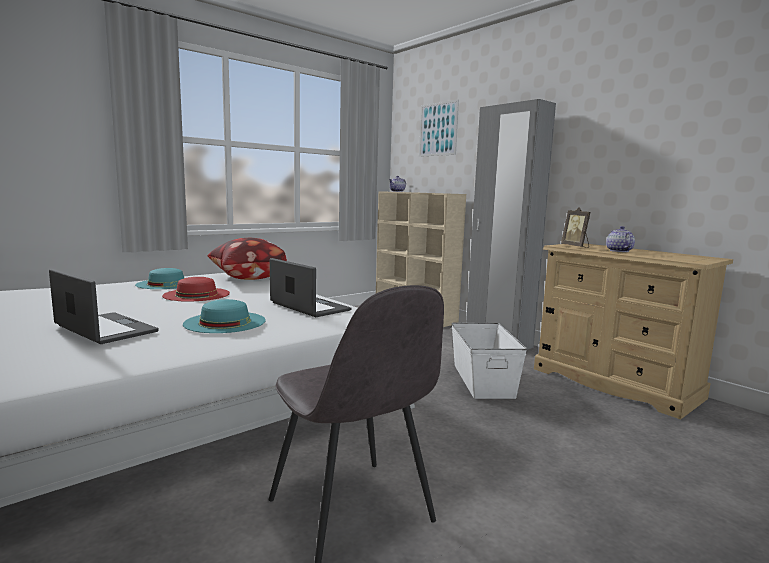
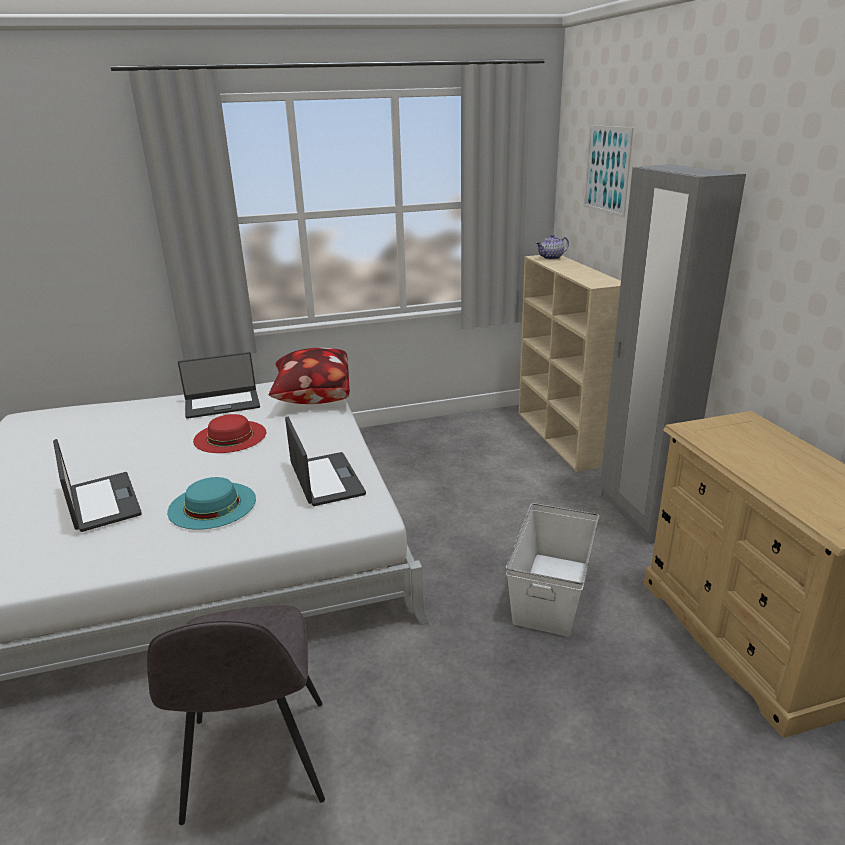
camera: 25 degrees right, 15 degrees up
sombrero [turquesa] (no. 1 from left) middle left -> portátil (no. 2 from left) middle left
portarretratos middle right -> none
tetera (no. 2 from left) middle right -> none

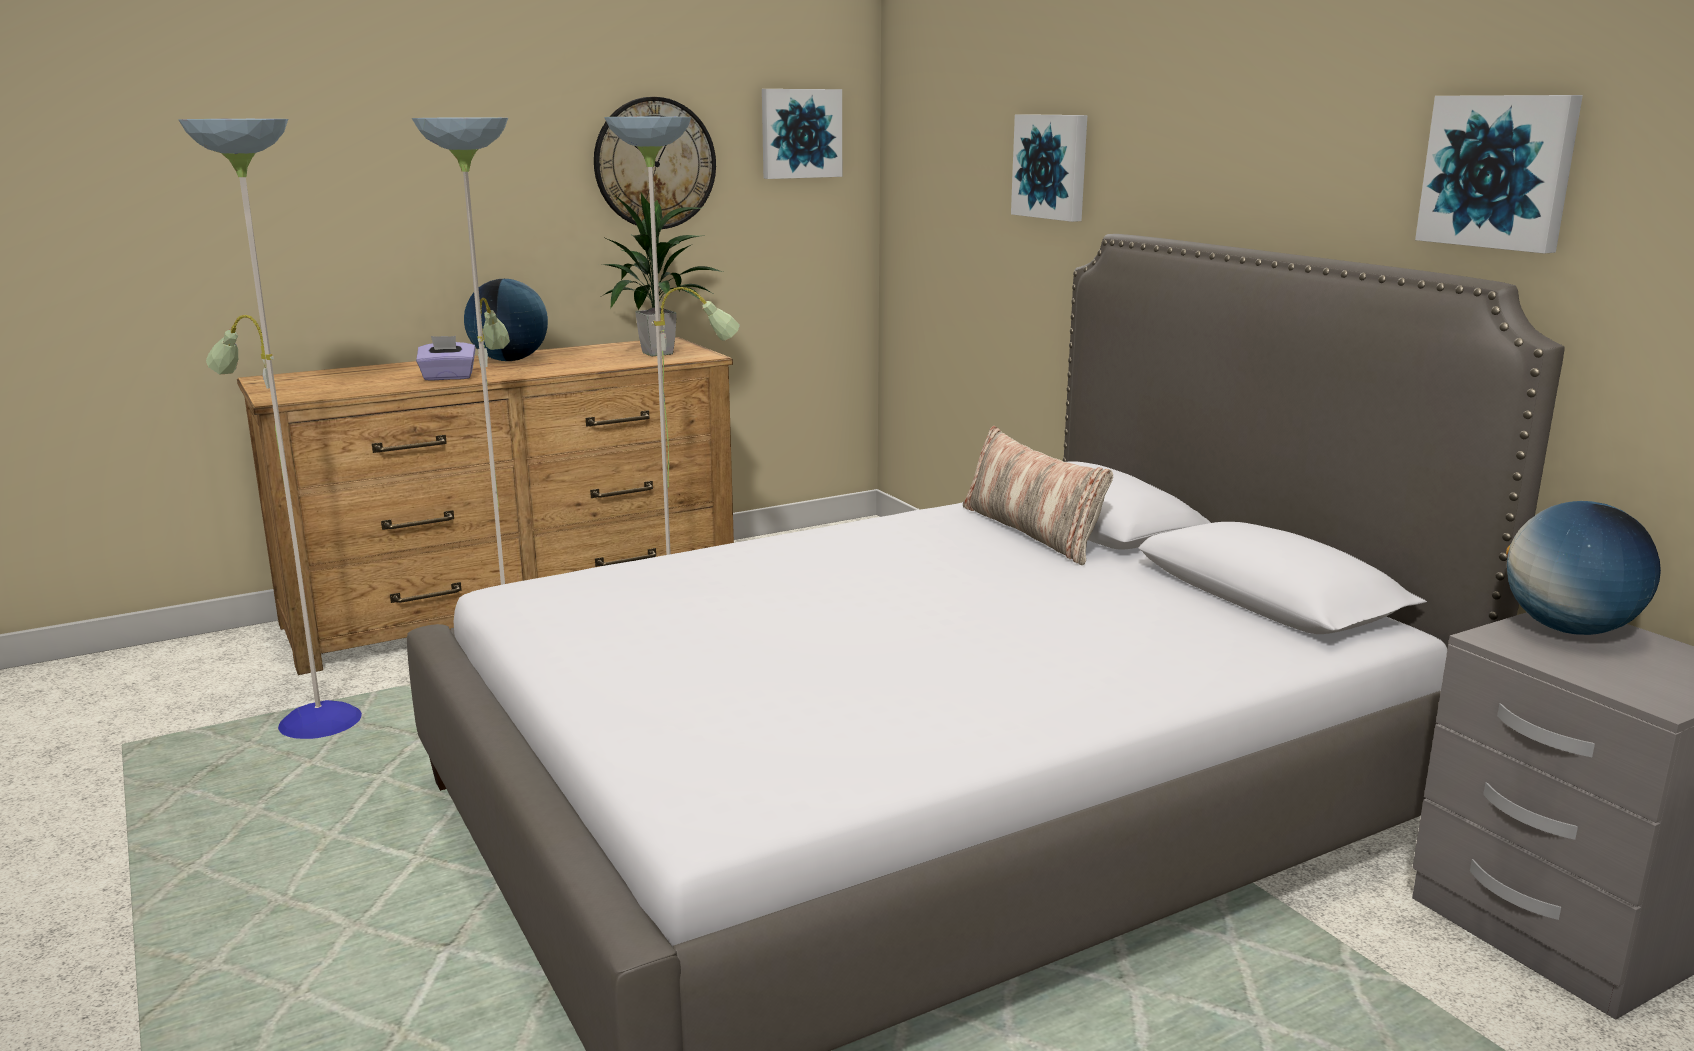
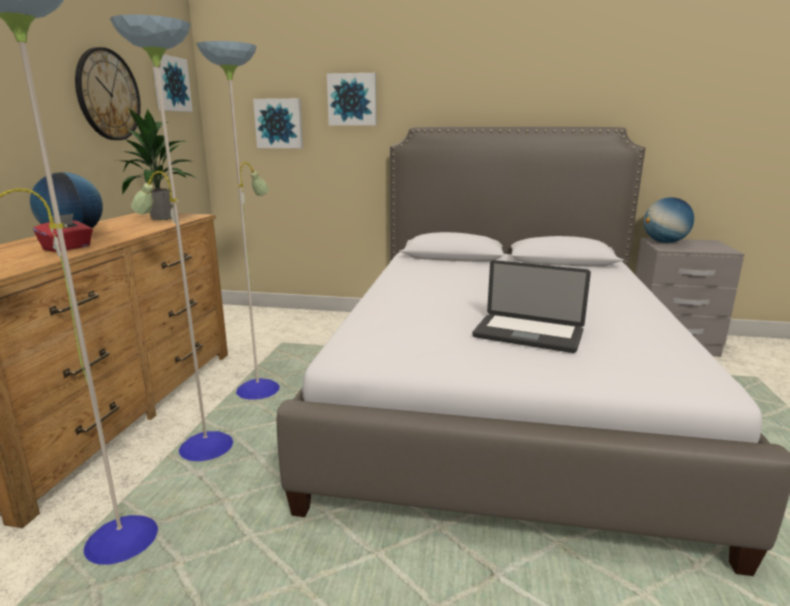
camera: 50 degrees left, 0 degrees up
caja de pañuelos [morado] middle left -> caja de pañuelos [rojo] middle left
cojín centre -> none
cuadro (no. 3 from left in the first image) top right -> cuadro (no. 2 from left) top centre, shifted
none -> portátil middle right

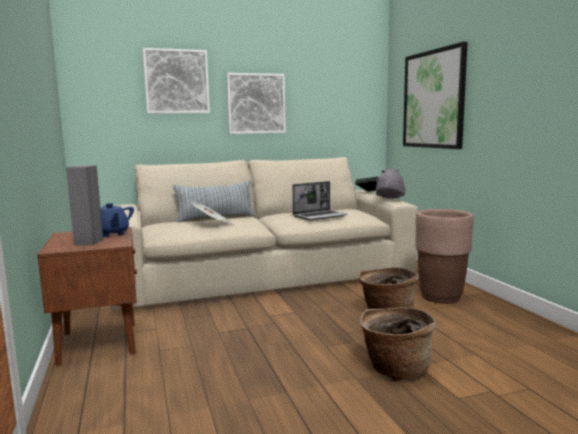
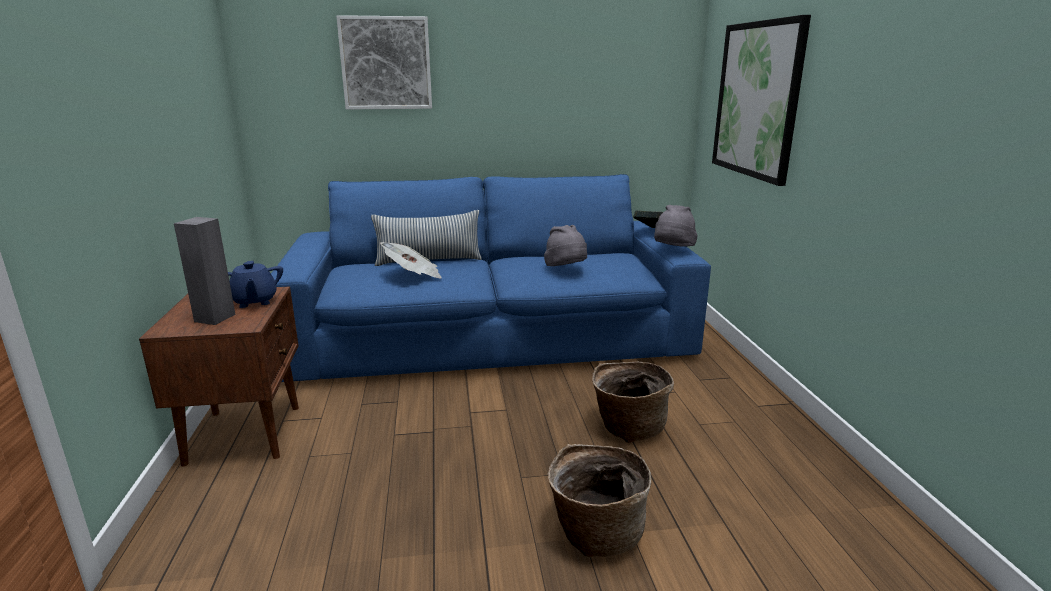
camera: 10 degrees right, 10 degrees up
sofá [beis] centre -> sofá [azul] centre
cuadro (no. 2 from left) top centre -> none
portátil centre -> sombrero [gris] (no. 1 from left) centre
maceta [marrón] middle right -> none

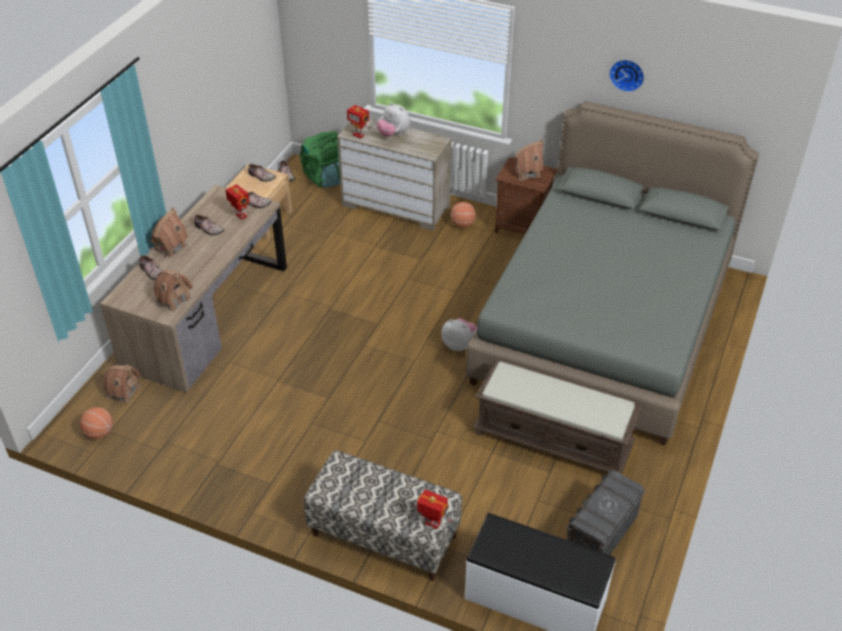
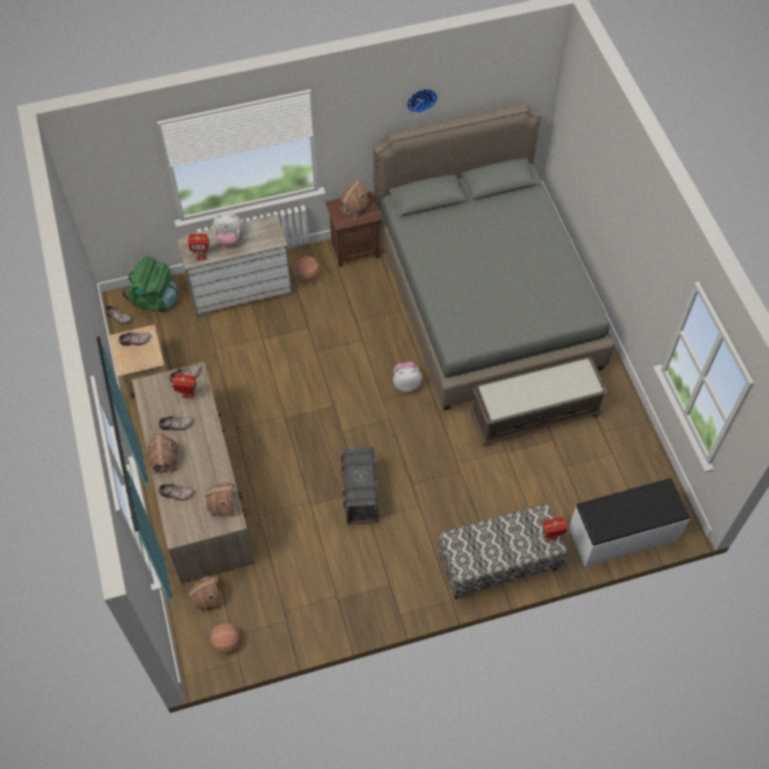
camera: 40 degrees left, 15 degrees up
caja de almacenaje [gris] bottom right -> caja de almacenaje [gris] centre, shifted

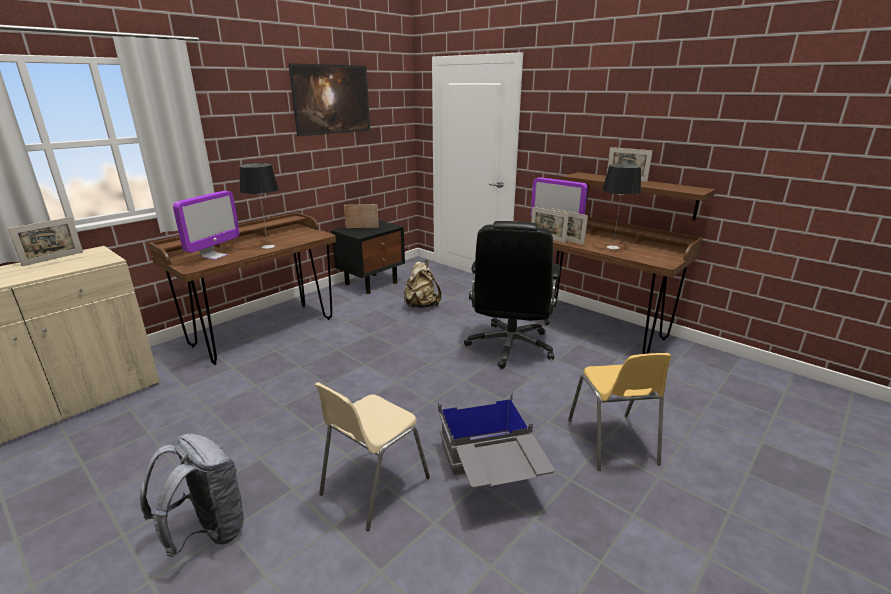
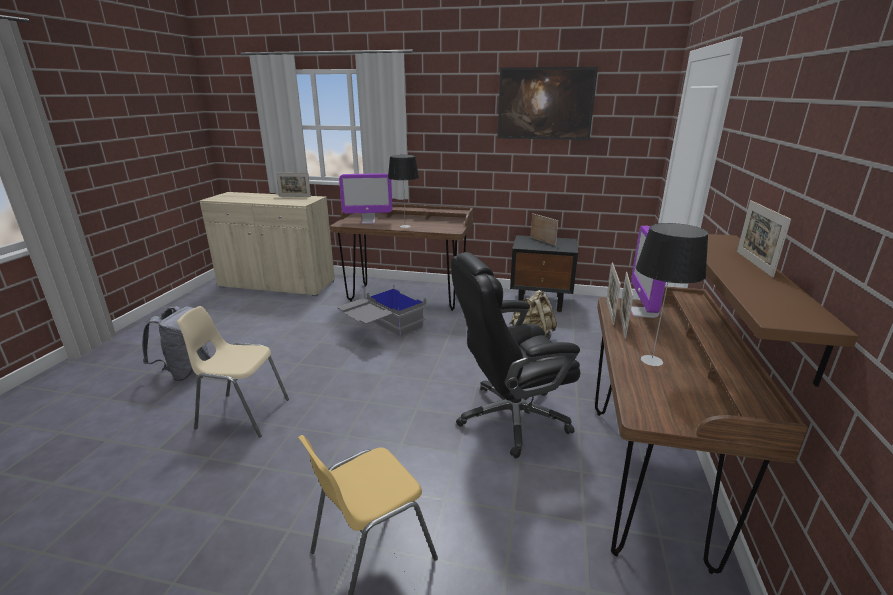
camera: 60 degrees right, 0 degrees up
caja de almacenaje [gris] bottom centre -> caja de almacenaje [gris] centre, shifted

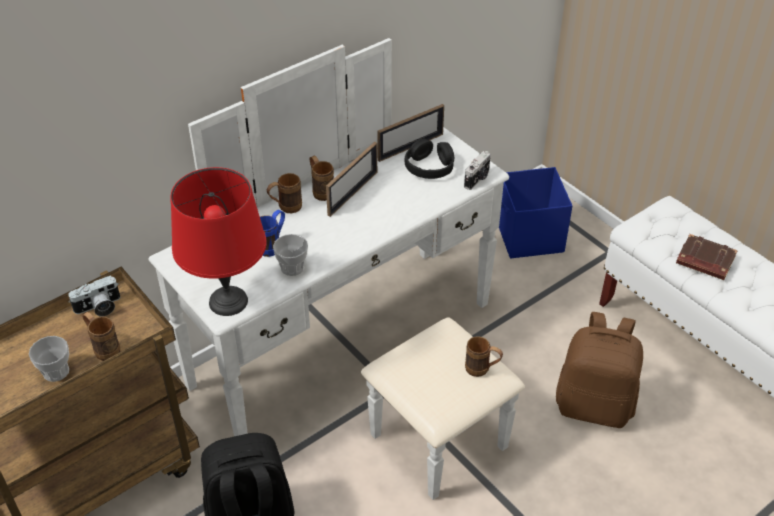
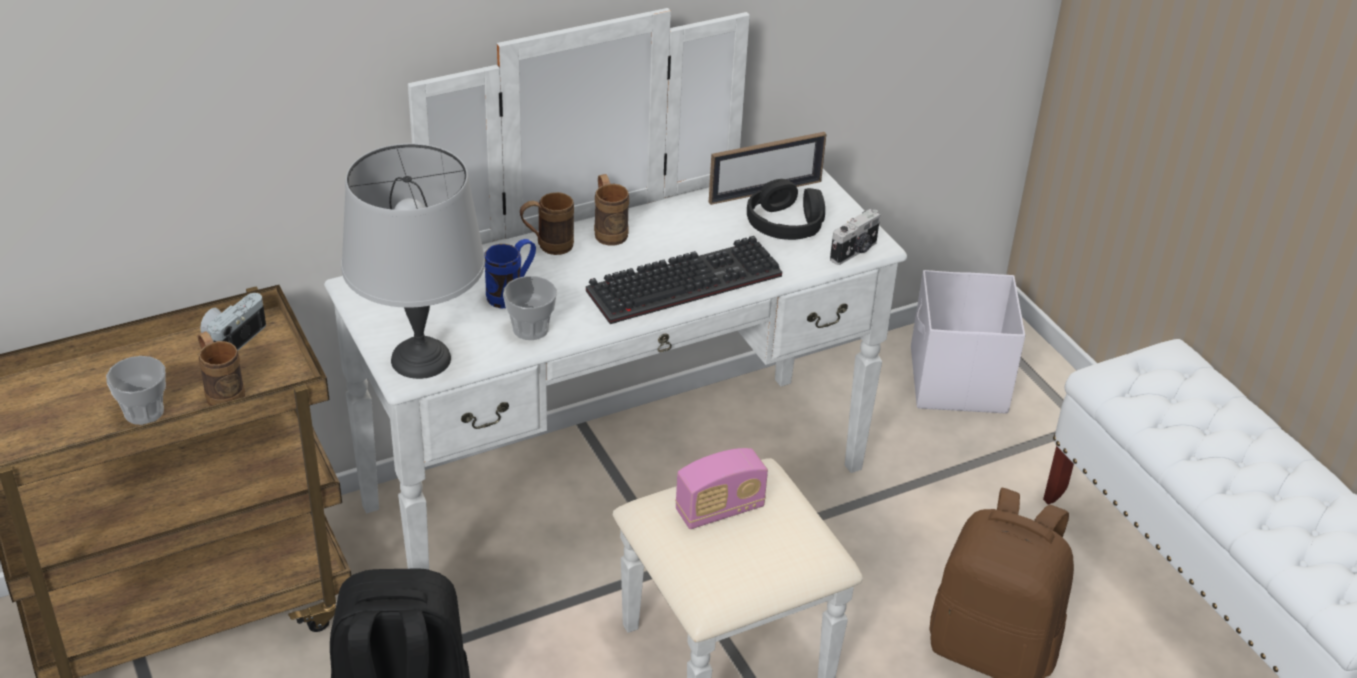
camera: 10 degrees right, 5 degrees down
cámara (no. 1 from left) middle left, 135 degrees clockwise
lámpara de mesa [rojo] middle left -> lámpara de mesa [gris] middle left
portarretratos (no. 1 from left) centre -> none
taza grande [marrón] (no. 4 from left) bottom centre -> none
caja de almacenaje [azul] middle right -> caja de almacenaje [blanco] middle right
libro [marrón] middle right -> none
none -> teclado centre
none -> radio bottom centre

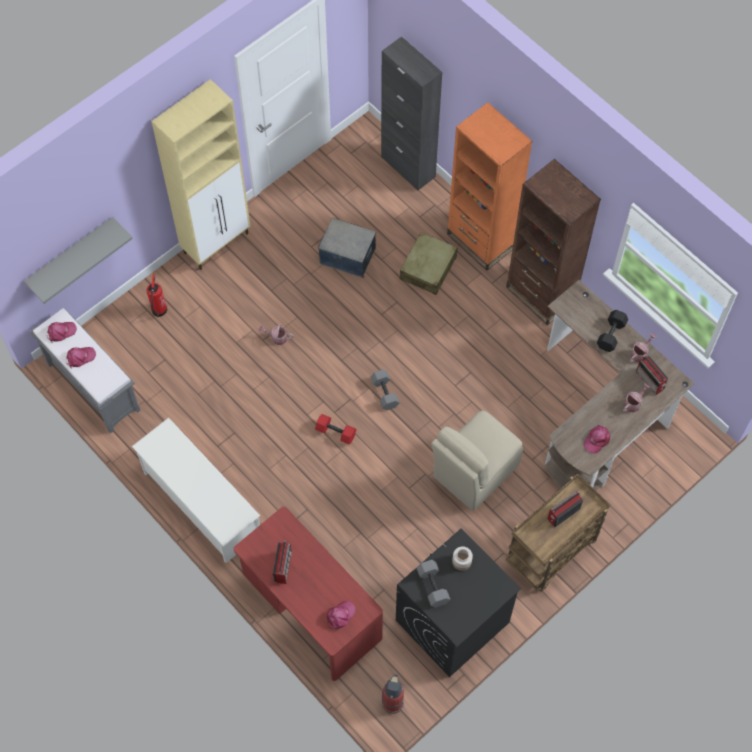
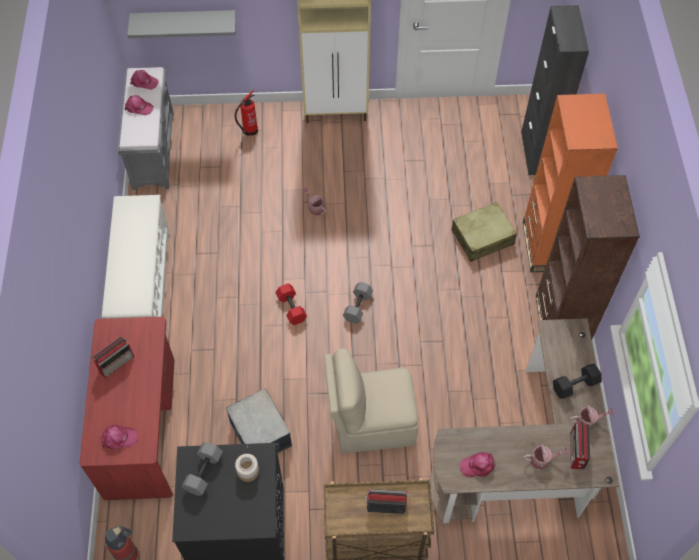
camera: 40 degrees right, 5 degrees down
caja de almacenaje top centre -> caja de almacenaje bottom centre, shifted

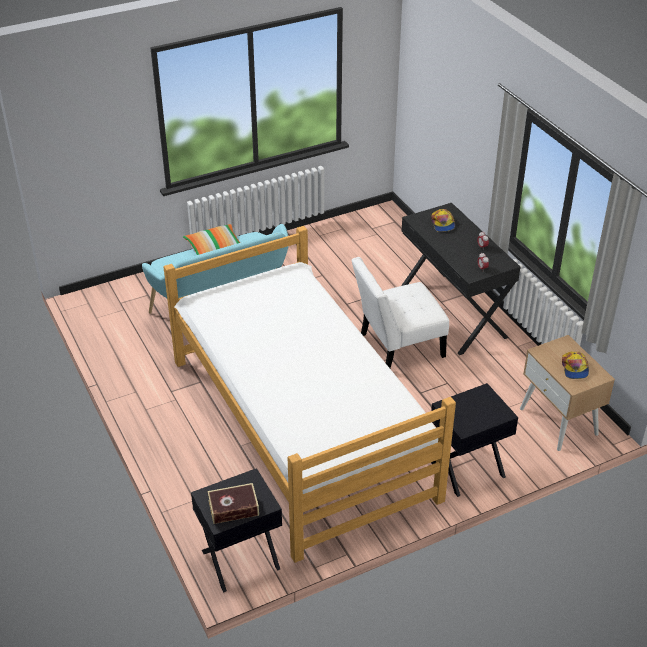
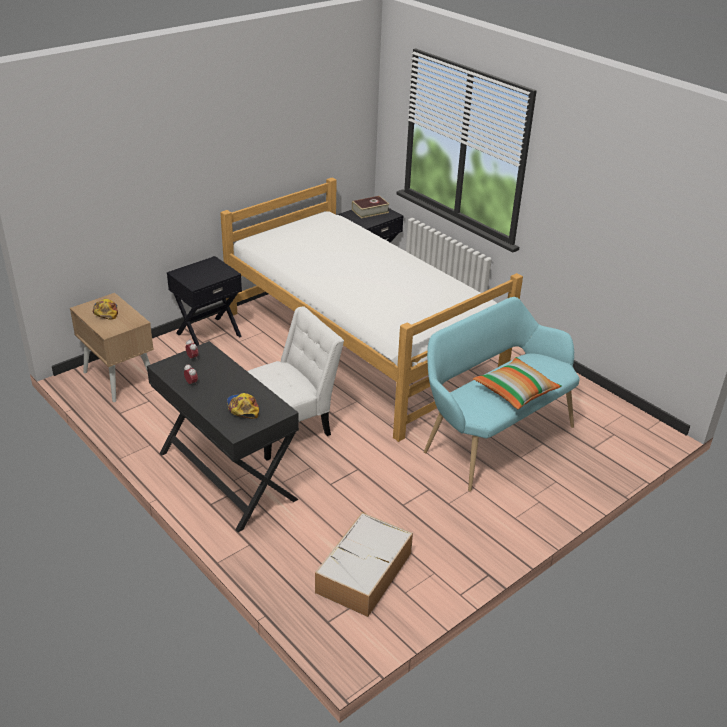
camera: 165 degrees right, 5 degrees down
none -> caja de almacenaje bottom centre

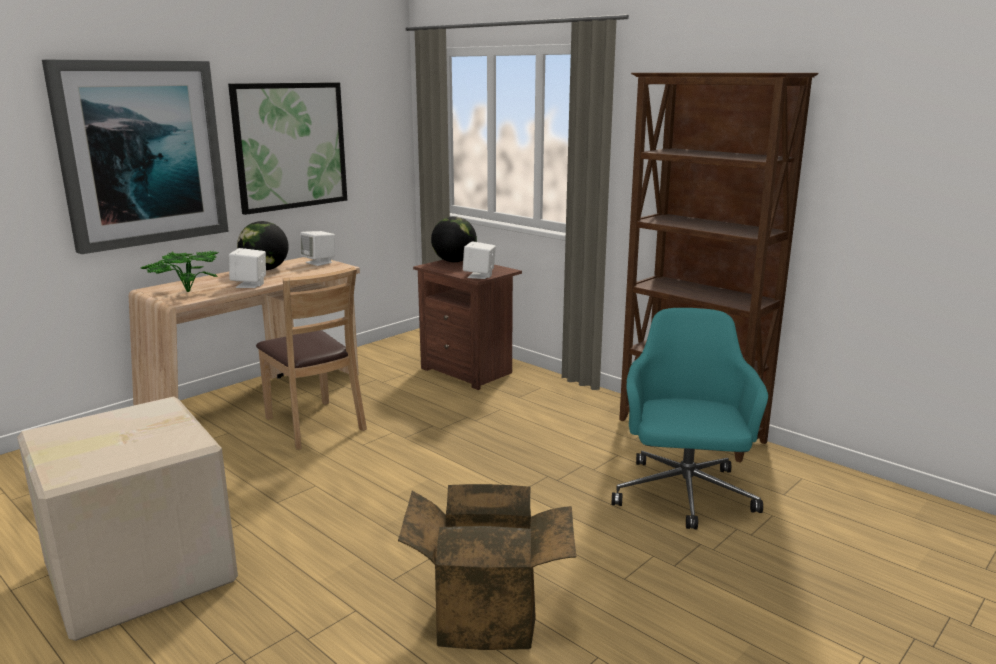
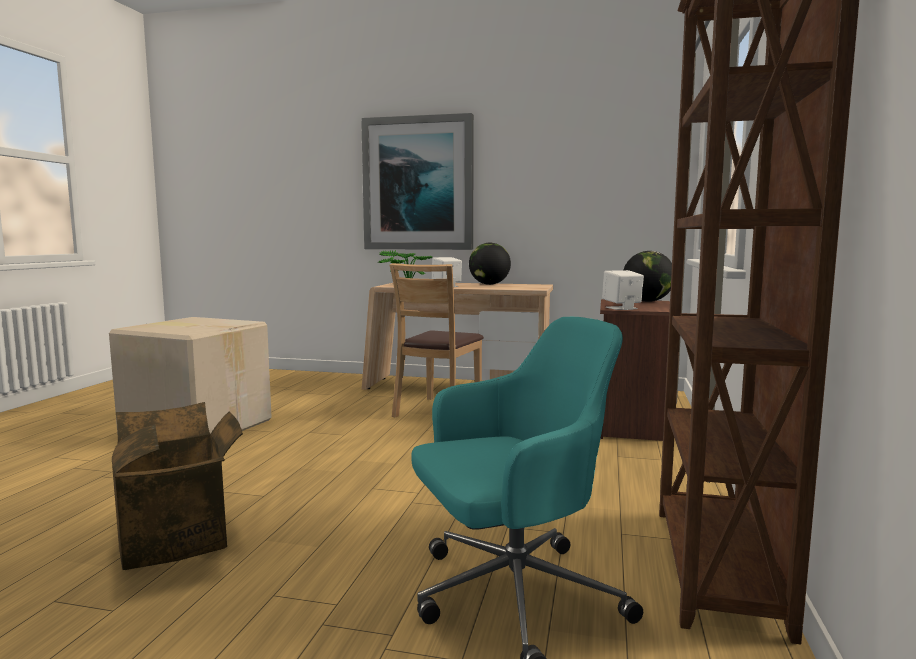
camera: 60 degrees right, 10 degrees down
cuadro (no. 2 from left) top left -> none
altavoz [blanco] (no. 2 from left) middle left -> none

